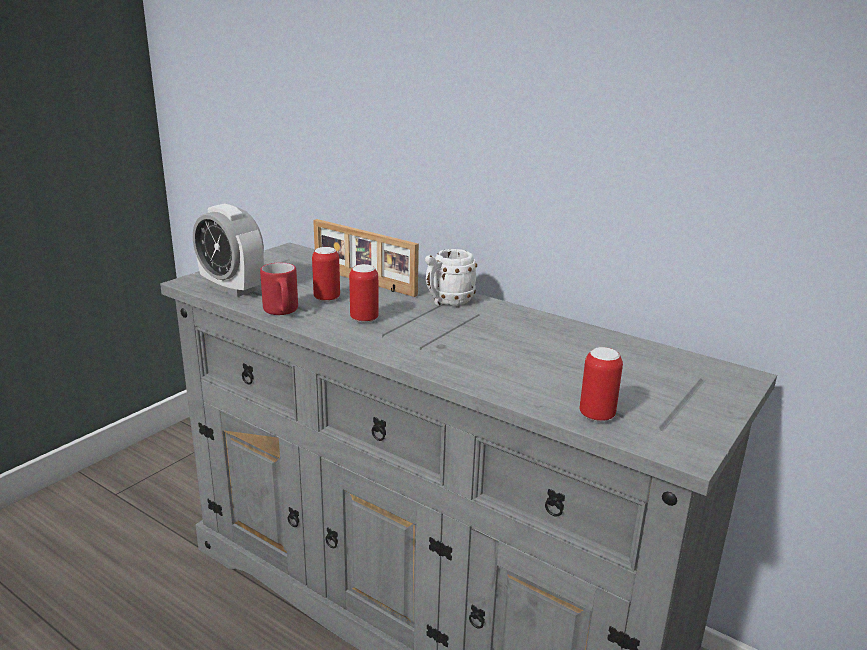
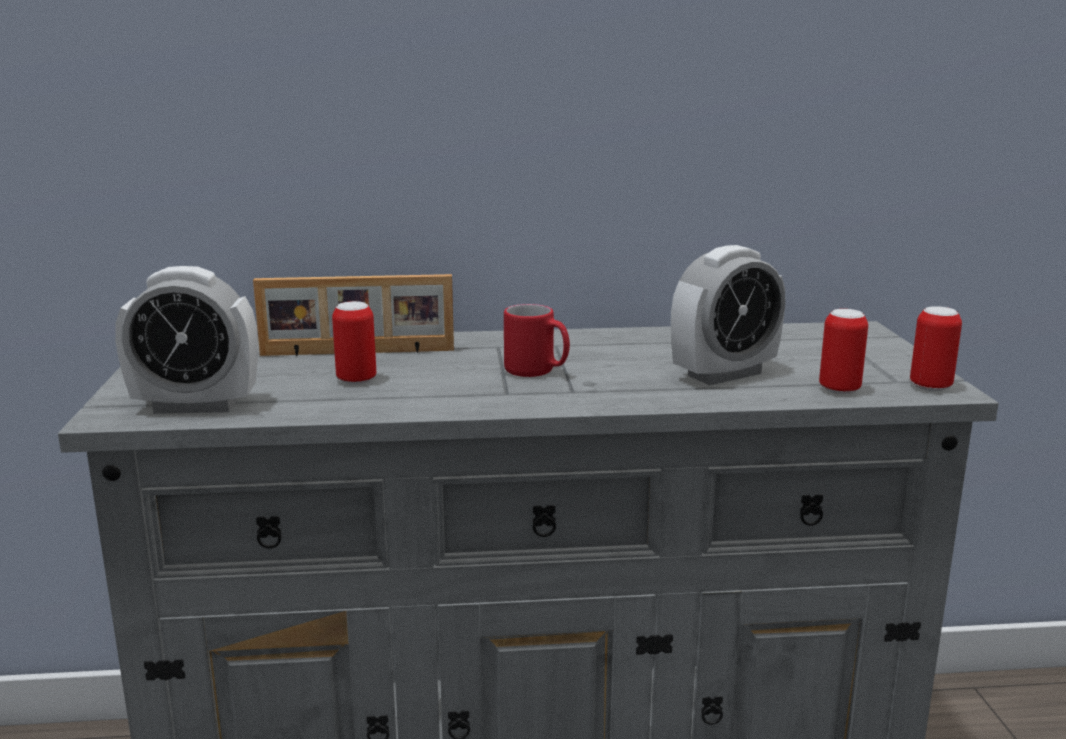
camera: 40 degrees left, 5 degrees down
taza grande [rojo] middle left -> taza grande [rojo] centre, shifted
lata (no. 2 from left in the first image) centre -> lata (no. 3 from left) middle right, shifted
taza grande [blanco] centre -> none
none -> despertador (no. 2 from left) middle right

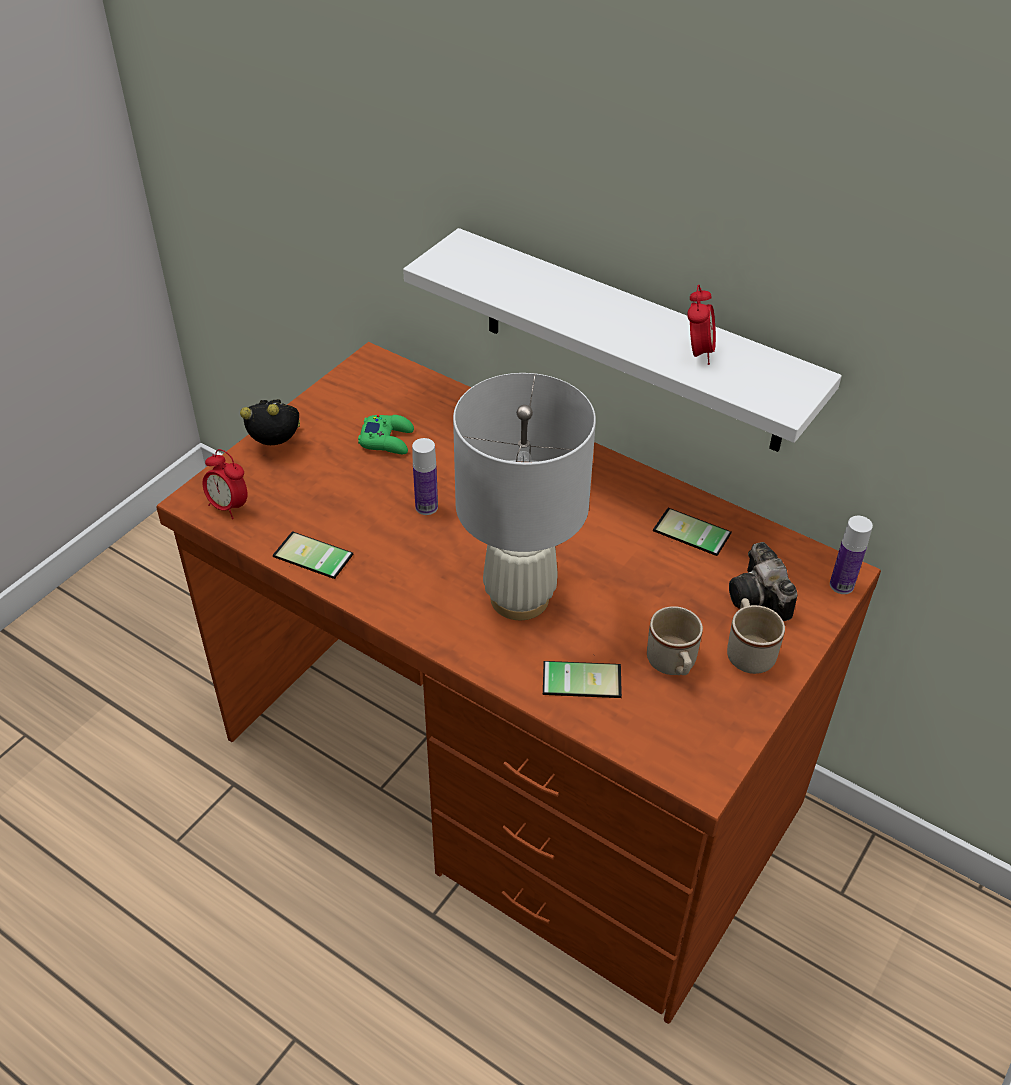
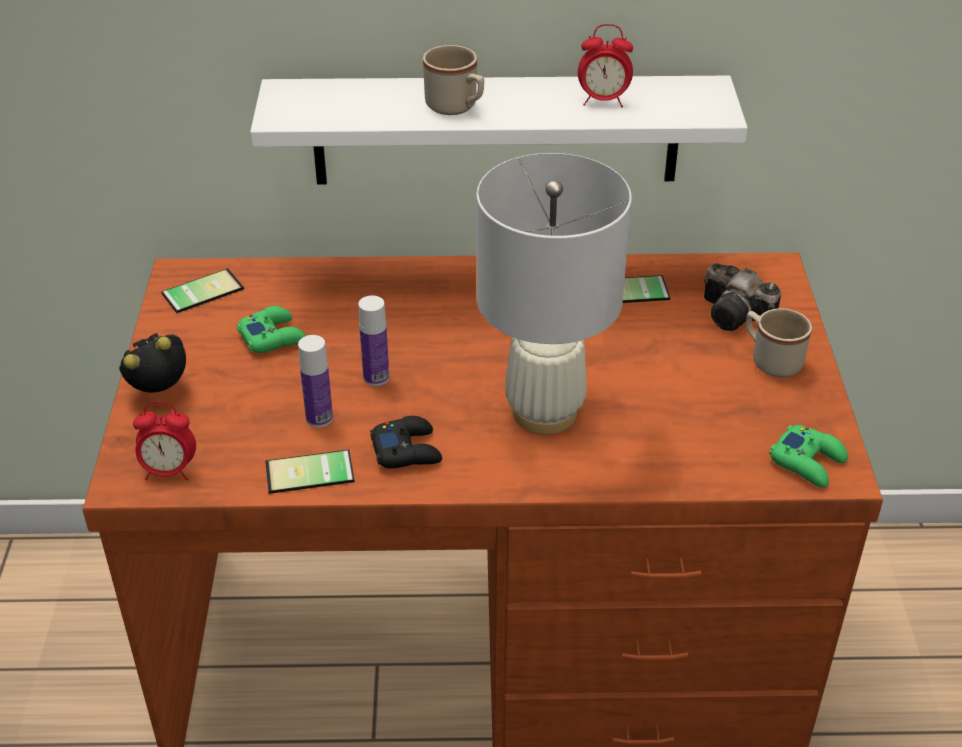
camera: 35 degrees left, 5 degrees down
móvil (no. 2 from left in the first image) centre -> móvil (no. 1 from left) middle left, shifted
taza grande [beis] (no. 1 from left) middle right -> taza grande [beis] (no. 1 from left) top centre, shifted
despertador (no. 3 from left) top right -> despertador (no. 3 from left) top centre, 120 degrees clockwise
botella (no. 2 from left in the first image) middle right -> botella (no. 1 from left) middle left, shifted
none -> mando de consola [negro] centre
none -> mando de consola [verde] (no. 2 from left) middle right

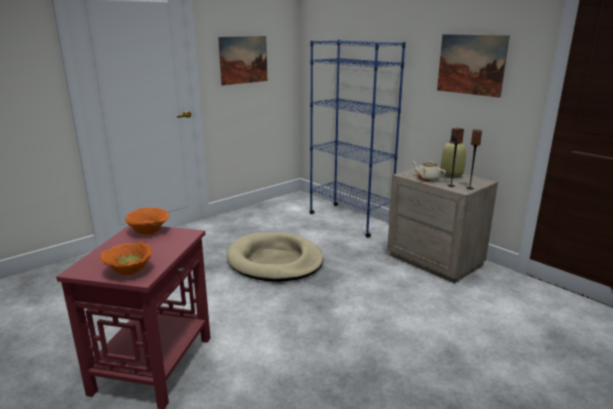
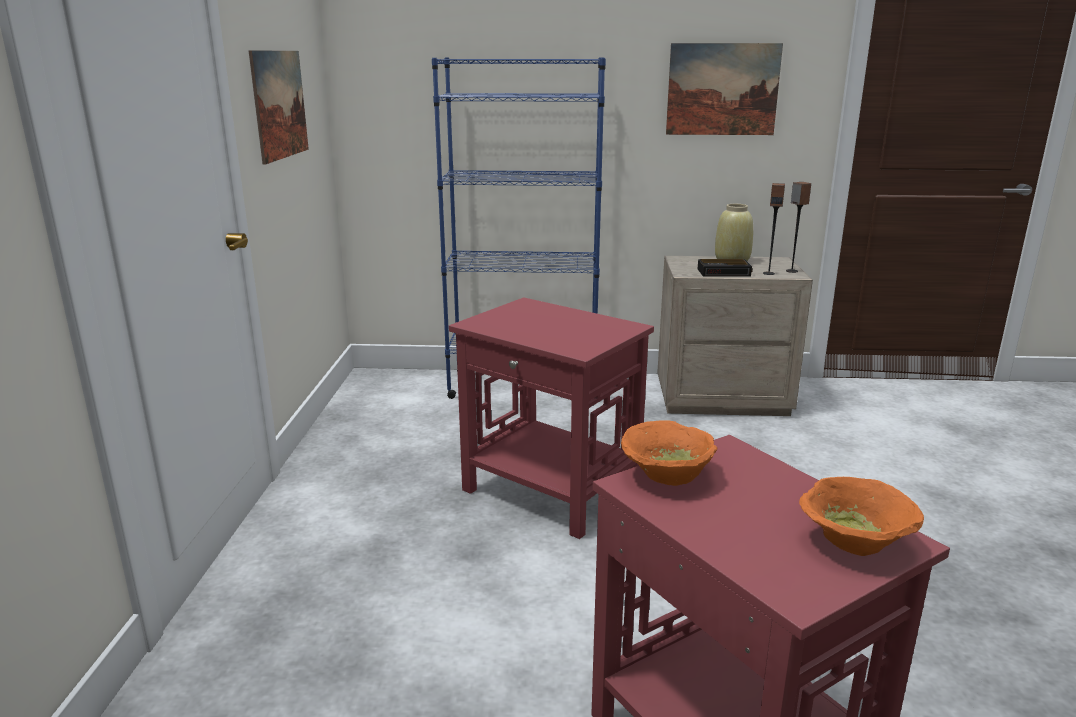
camera: 45 degrees left, 0 degrees up
cama para perro [beis] centre -> mesa auxiliar [rojo] (no. 1 from left) centre
tetera [beis] middle right -> despertador middle right

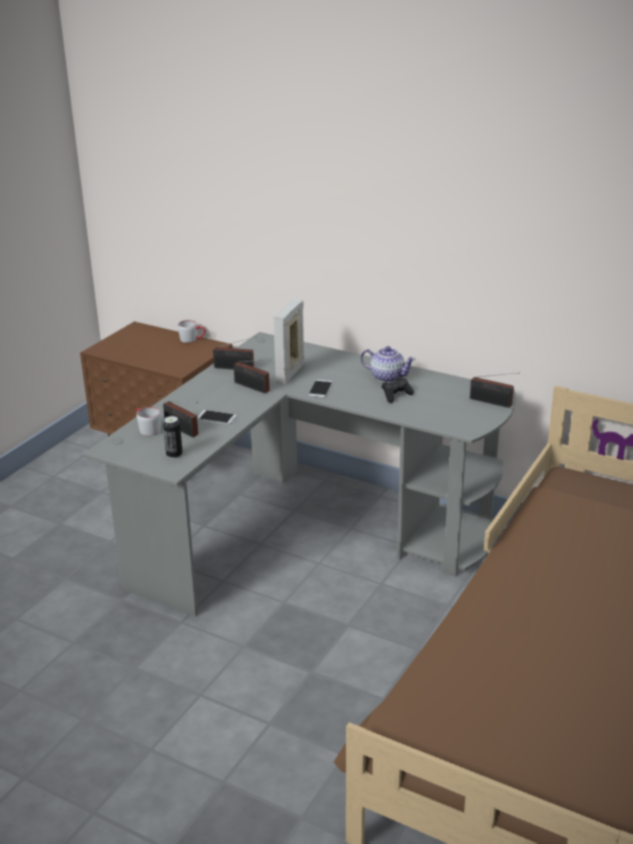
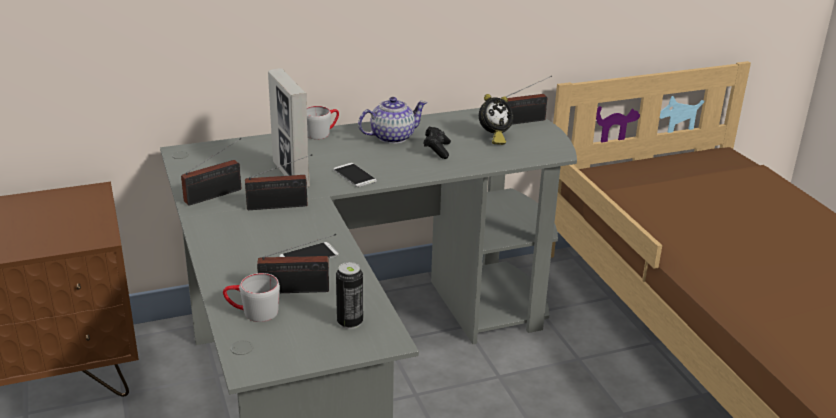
camera: 50 degrees left, 0 degrees up
taza grande [gris] (no. 2 from left) middle left -> taza grande [gris] (no. 2 from left) top centre, shifted
none -> despertador top centre

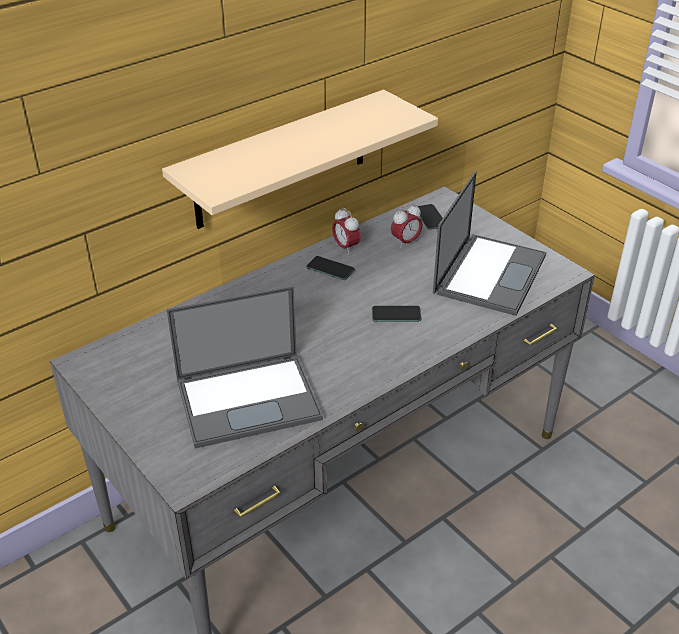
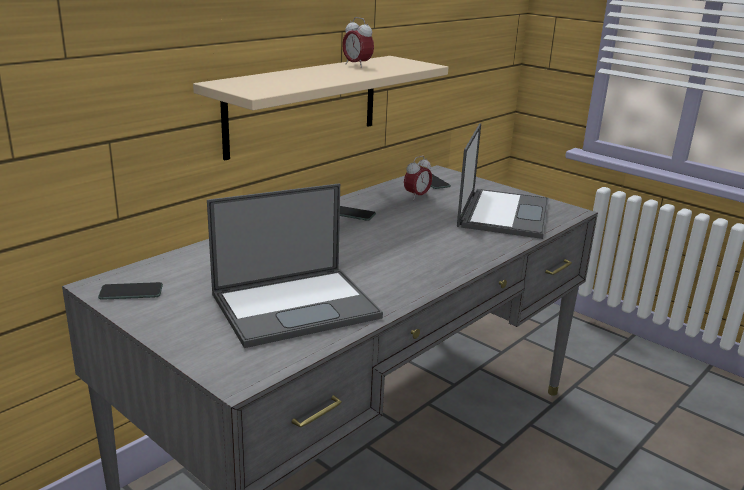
camera: 10 degrees left, 15 degrees down
despertador (no. 1 from left) centre -> despertador (no. 1 from left) top centre, shifted
móvil (no. 2 from left in the first image) centre -> móvil (no. 1 from left) middle left, shifted

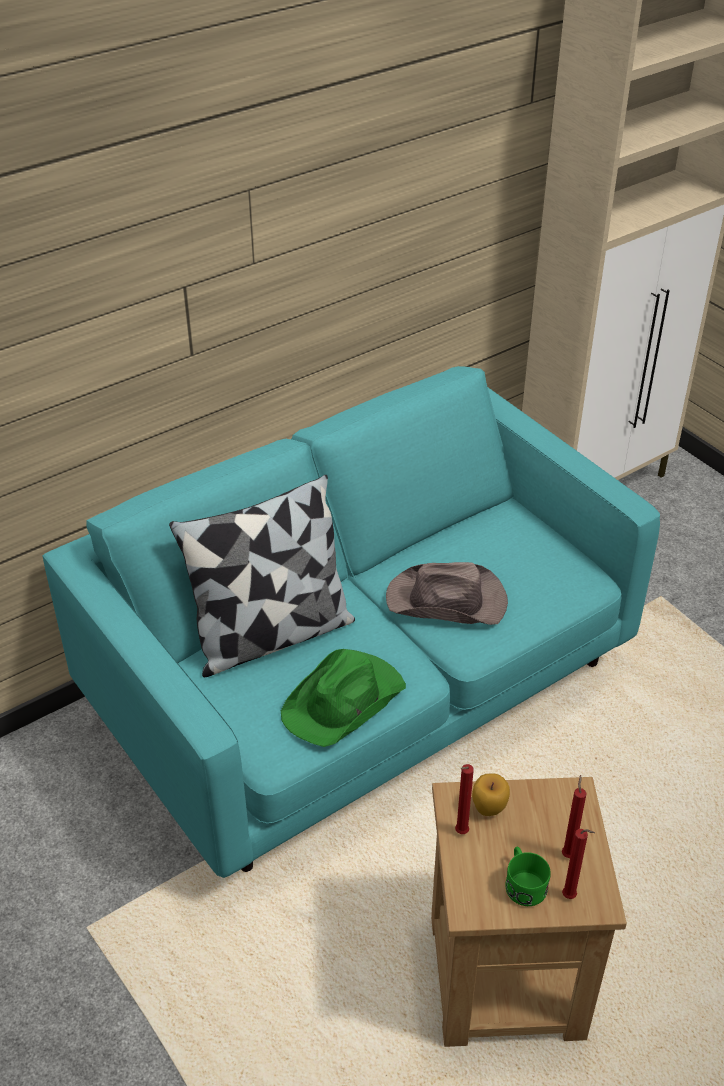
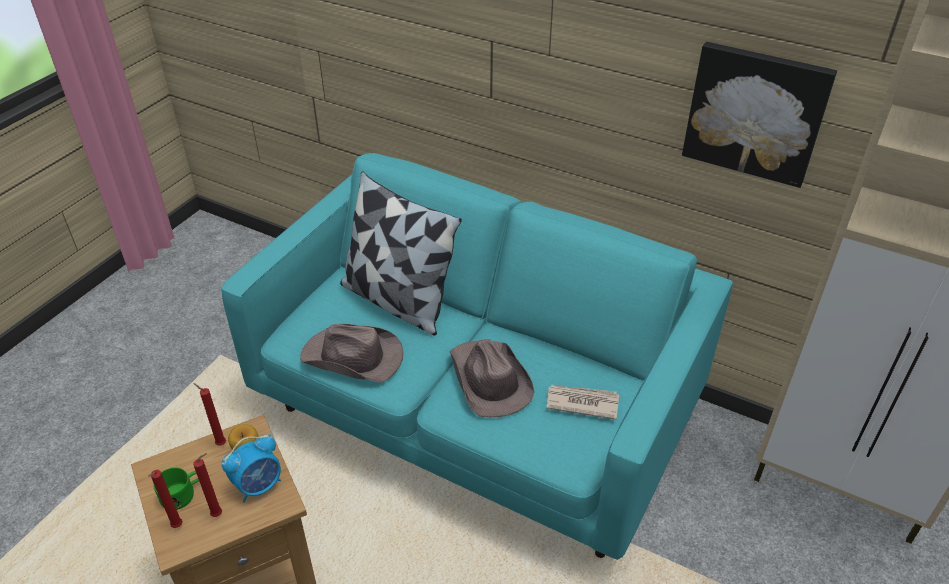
camera: 65 degrees right, 0 degrees up
sombrero [verde] centre -> sombrero [marrón] (no. 1 from left) centre
none -> despertador bottom left
none -> periódico bottom centre
none -> cuadro top right

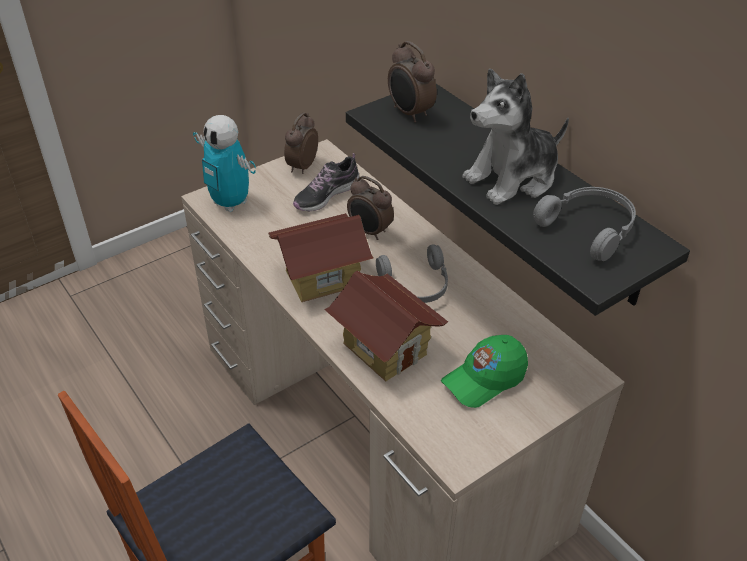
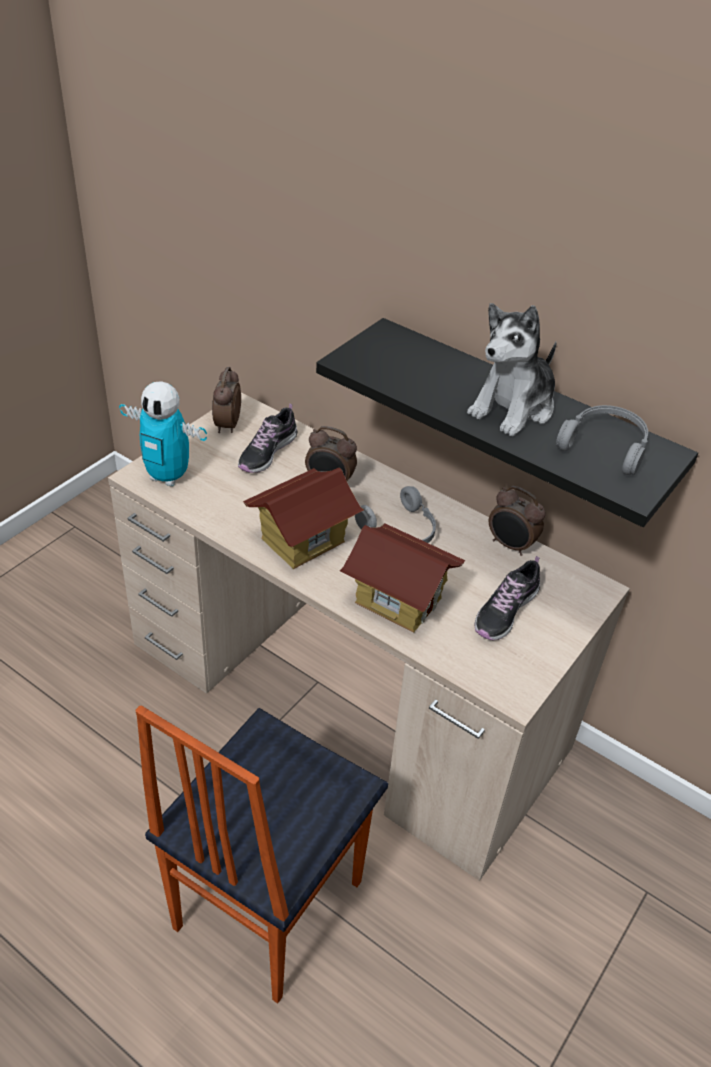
camera: 20 degrees left, 0 degrees up
despertador (no. 3 from left) top centre -> despertador (no. 3 from left) middle right, shifted
gorra [verde] centre -> zapato (no. 2 from left) middle right

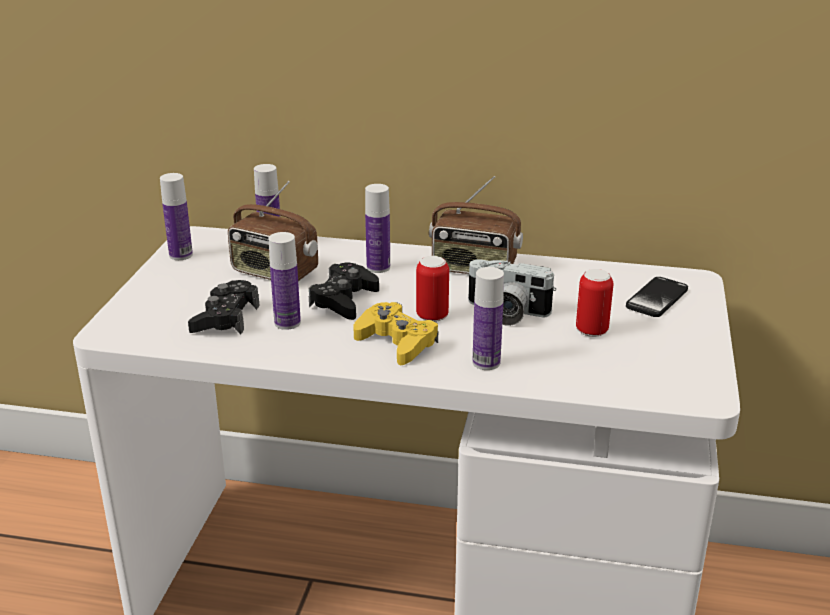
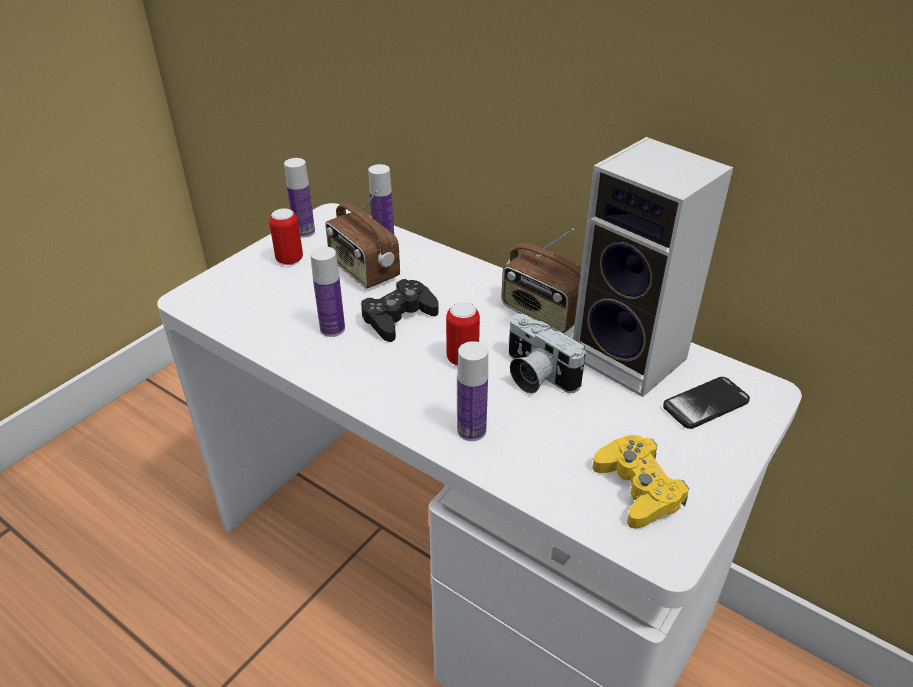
camera: 25 degrees right, 10 degrees up
mando de consola [negro] (no. 1 from left) middle left -> none
mando de consola [amarillo] centre -> mando de consola [amarillo] bottom right, shifted
botella (no. 4 from left) centre -> none
lata (no. 2 from left in the first image) middle right -> lata (no. 1 from left) middle left, shifted
none -> altavoz middle right

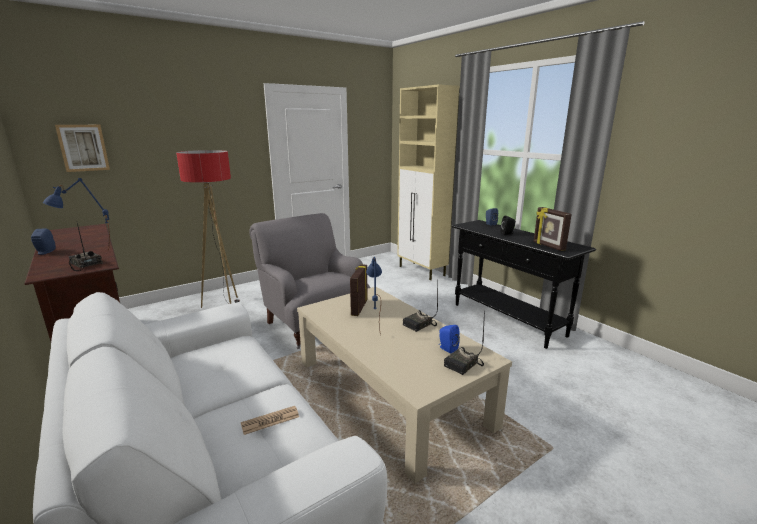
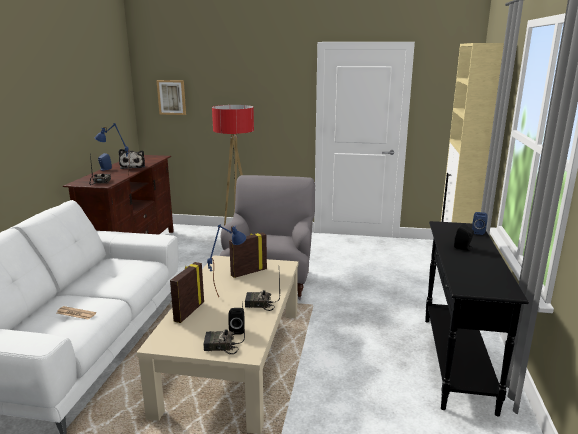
camera: 45 degrees right, 0 degrees up
altavoz [azul] (no. 2 from left) centre -> altavoz [negro] (no. 1 from left) bottom centre
portarretratos (no. 2 from left in the first image) middle right -> portarretratos (no. 1 from left) bottom left, shifted
none -> peluche middle left

